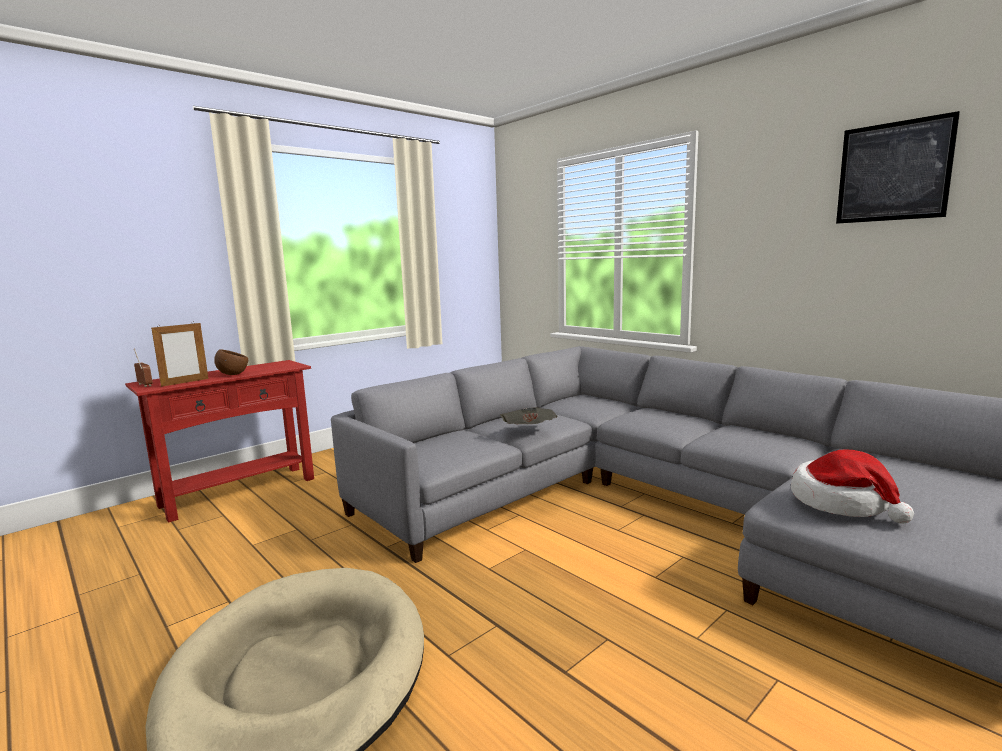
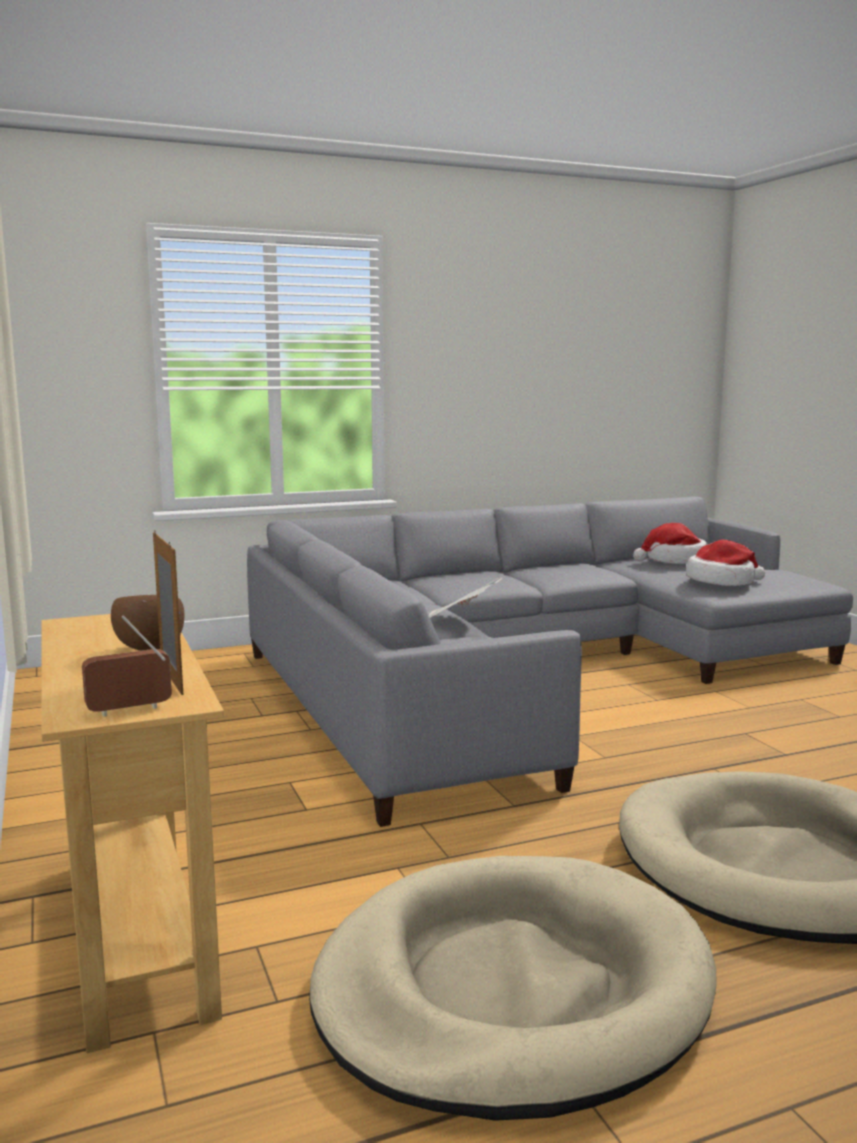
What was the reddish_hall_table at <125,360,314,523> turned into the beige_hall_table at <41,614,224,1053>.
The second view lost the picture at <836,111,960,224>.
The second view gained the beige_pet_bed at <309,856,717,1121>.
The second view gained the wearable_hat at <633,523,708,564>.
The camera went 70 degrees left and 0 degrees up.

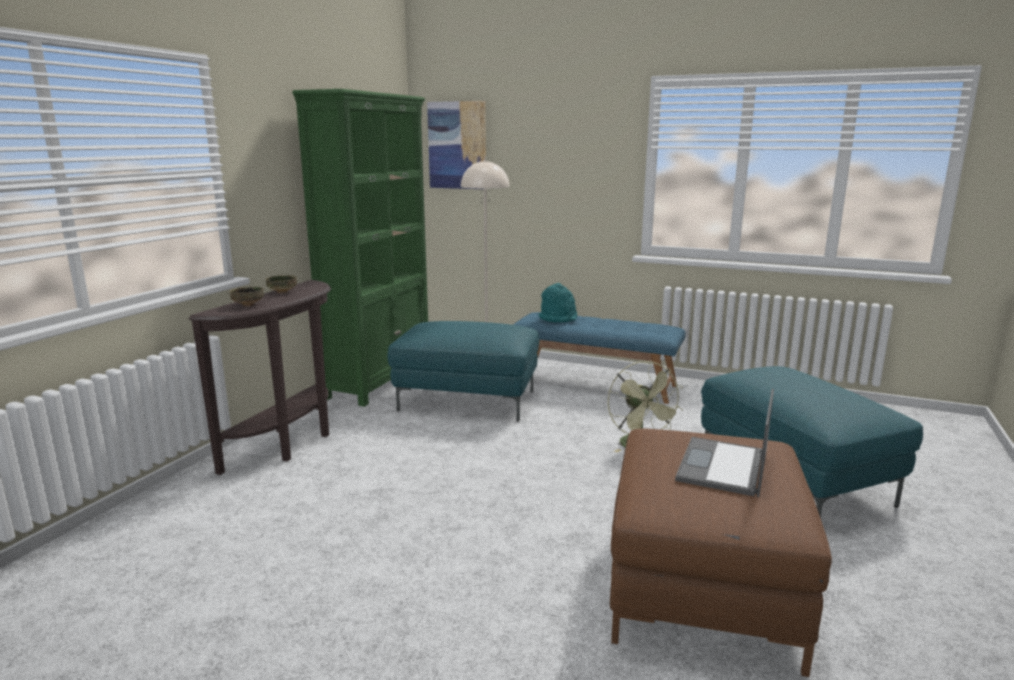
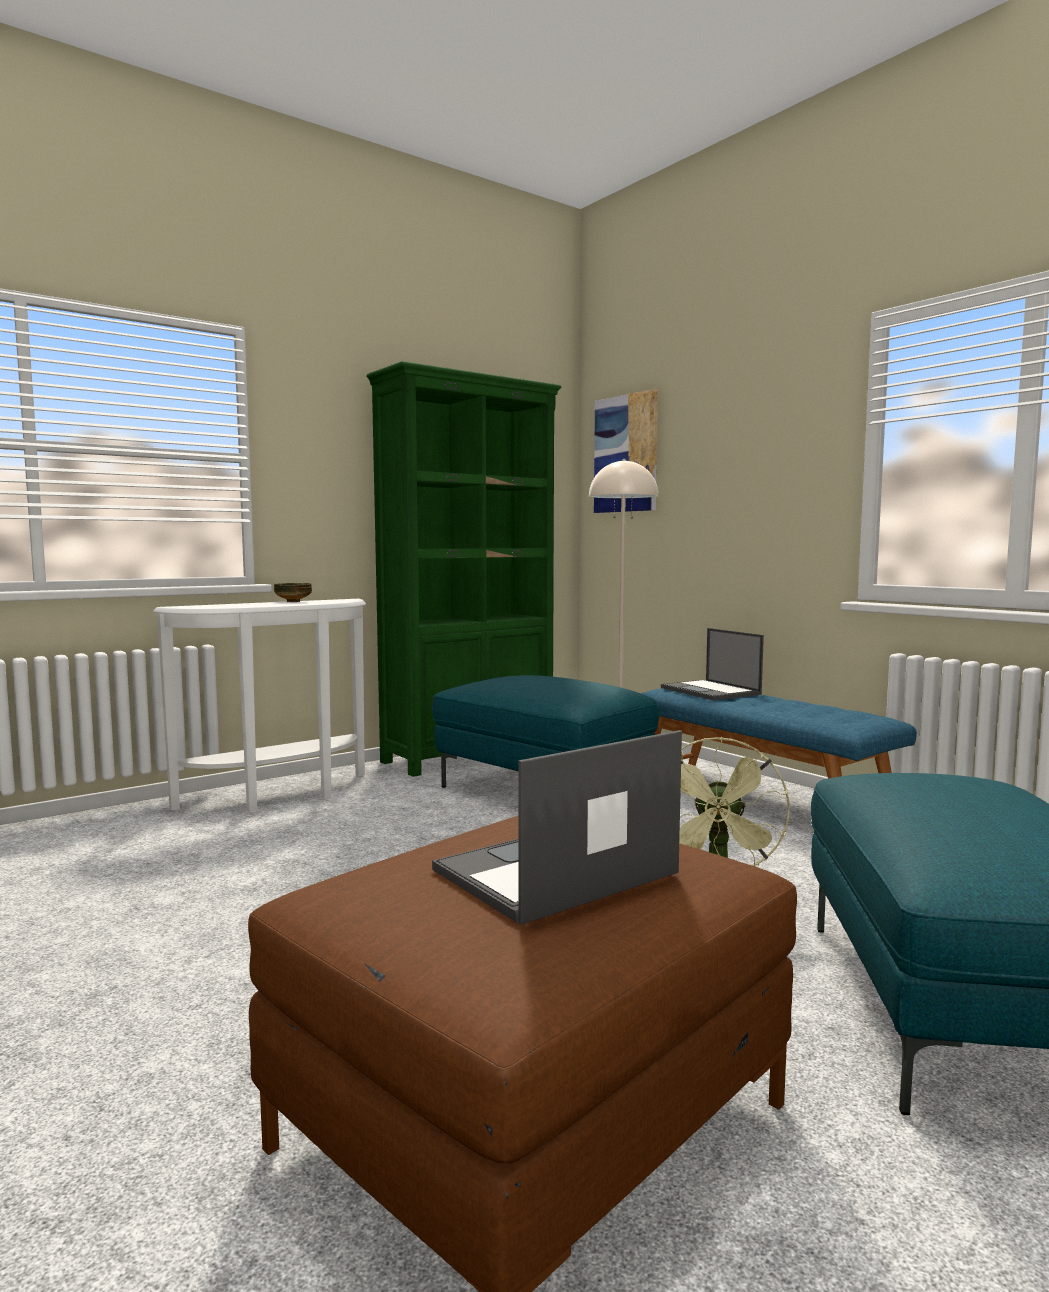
What was the brown_hall_table at <189,280,331,475> turned into the white_hall_table at <153,599,366,812>.
The second view lost the deep_dish at <230,286,264,306>.
Where the turquoise-coloured_wearable_hat stood at <538,283,577,323>, the laptop came to stand at <661,628,764,701>.
The camera went 30 degrees right and 10 degrees down.

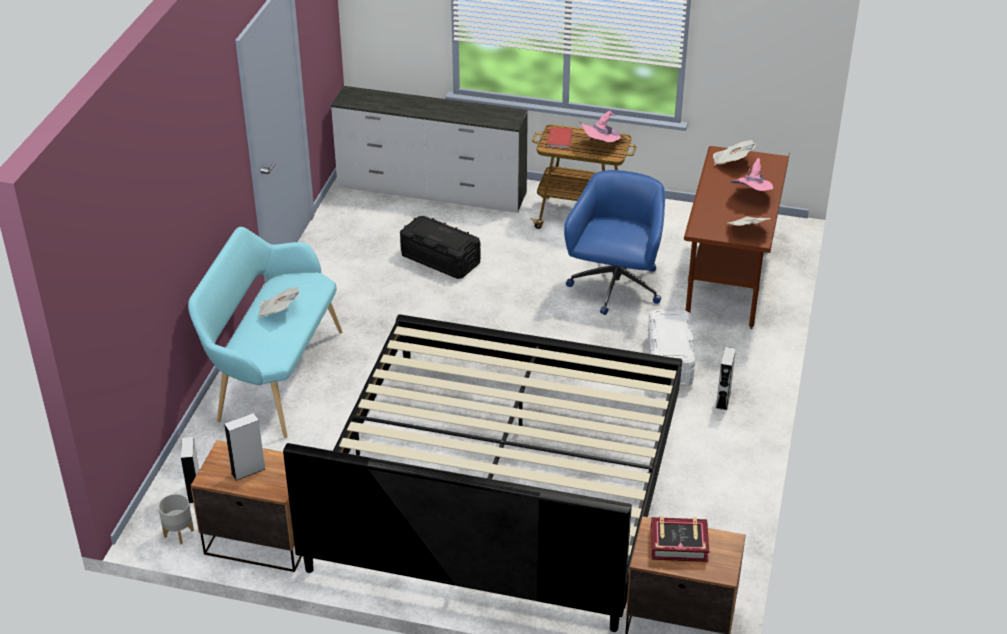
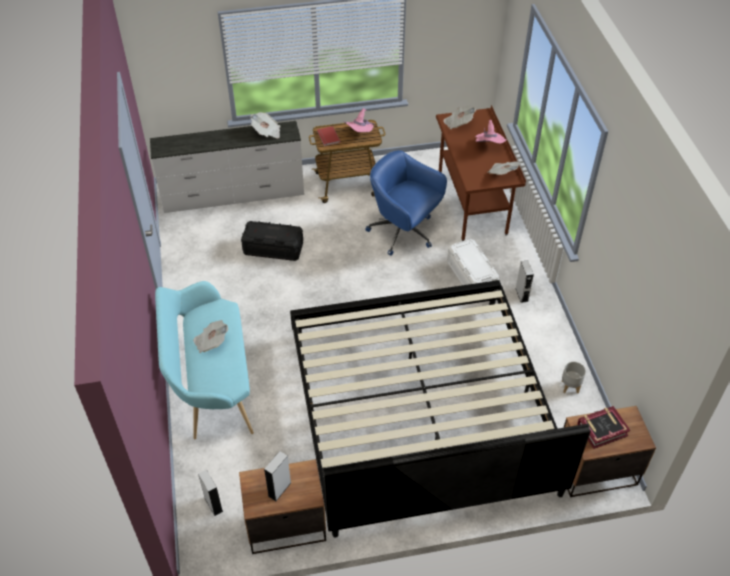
The grey_flower_pot ended up elsewhere, having gone from <158,494,194,544> to <562,362,586,393>.
The bluish_computer_chair at <564,170,665,315> ended up facing another way, 45 degrees counterclockwise from before.
The second view gained the daily_paper at <250,112,280,139>.
The camera went 25 degrees left and 10 degrees up.

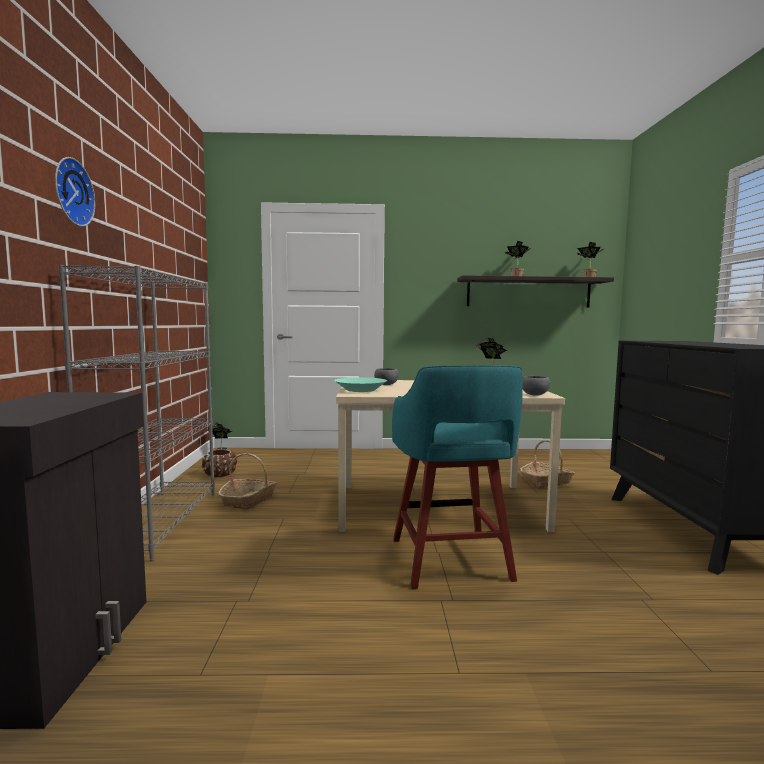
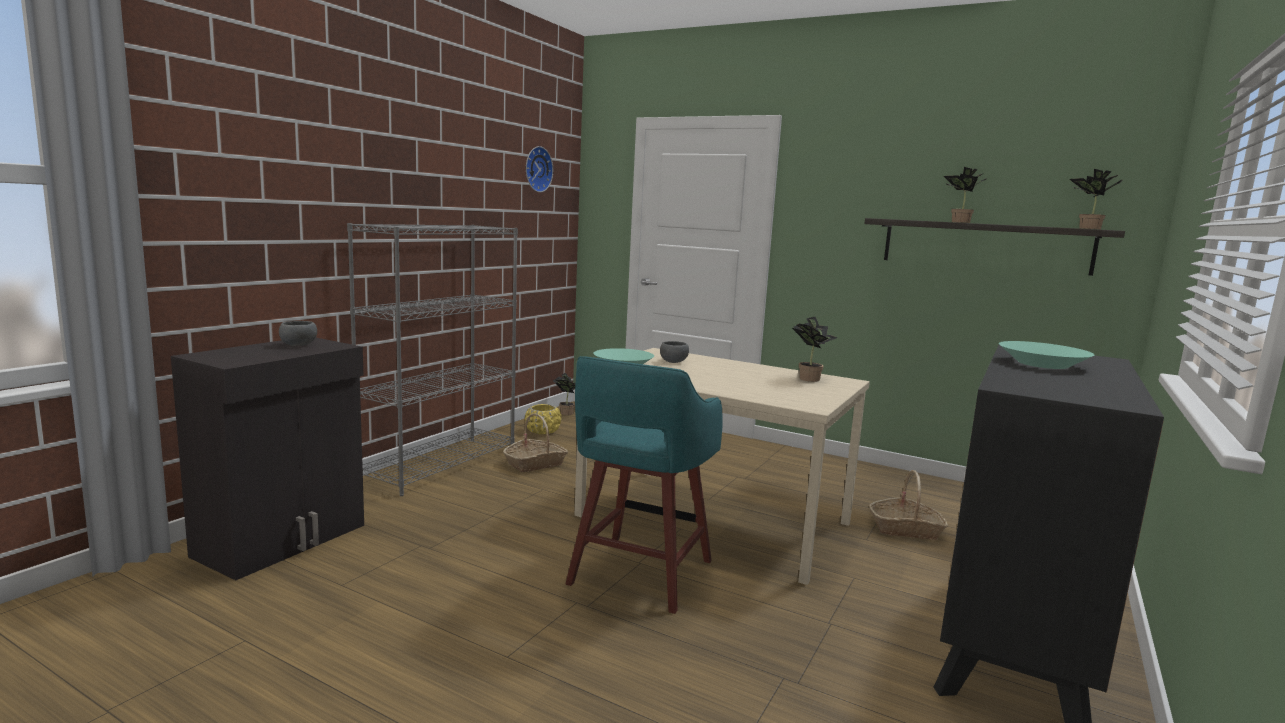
The hanging_clock ended up elsewhere, having gone from <55,157,95,226> to <526,146,553,192>.
What was the brown_flower_pot at <202,449,237,477> turned into the yellow-coloured_flower_pot at <525,404,562,434>.
The grey_deep_dish ended up elsewhere, having gone from <522,376,550,395> to <279,321,317,346>.
The second view gained the turquoise-coloured_deep_dish at <999,341,1094,369>.
The camera went 30 degrees right and 5 degrees up.

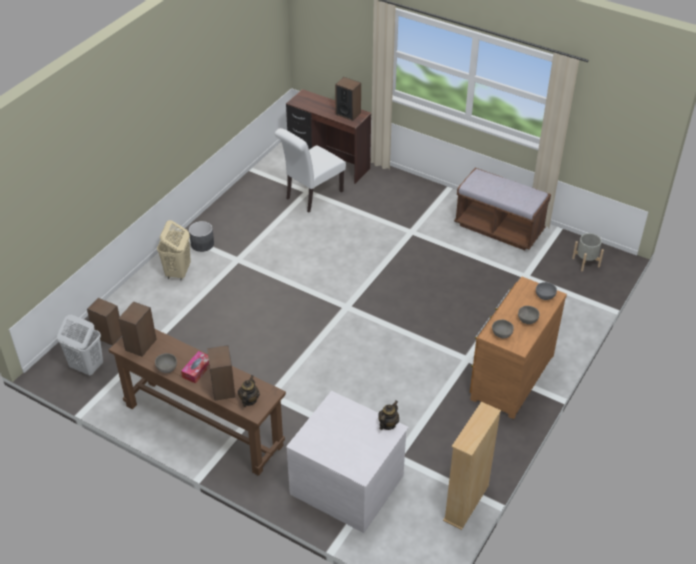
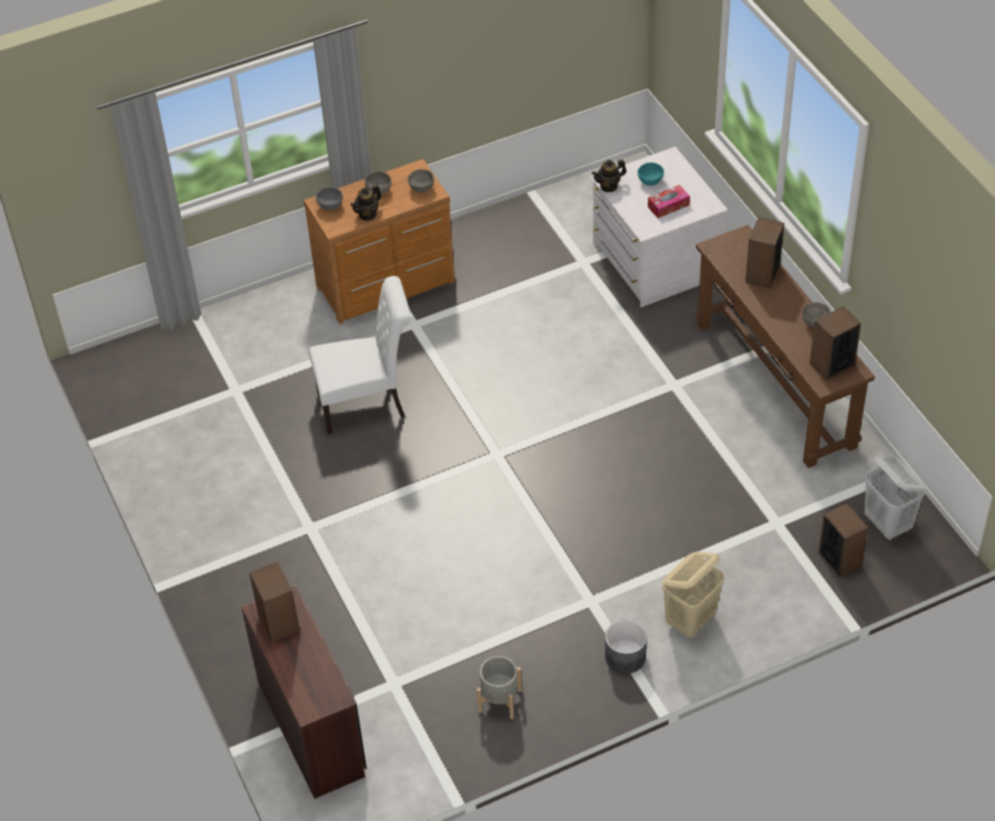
The tissue_box ended up elsewhere, having gone from <181,351,210,384> to <648,185,690,218>.
The pot_for_tea ended up elsewhere, having gone from <238,375,260,407> to <350,185,382,221>.
The white_upright_chair ended up elsewhere, having gone from <275,128,346,213> to <308,276,412,434>.
The second view lost the beige_bookshelf at <443,402,501,530>.
The second view lost the brown_bench at <454,168,551,250>.
The grey_flower_pot ended up elsewhere, having gone from <572,233,604,271> to <477,656,522,719>.
The second view gained the turquoise-coloured_deep_dish at <638,162,664,186>.
The camera went 145 degrees left and 5 degrees up.

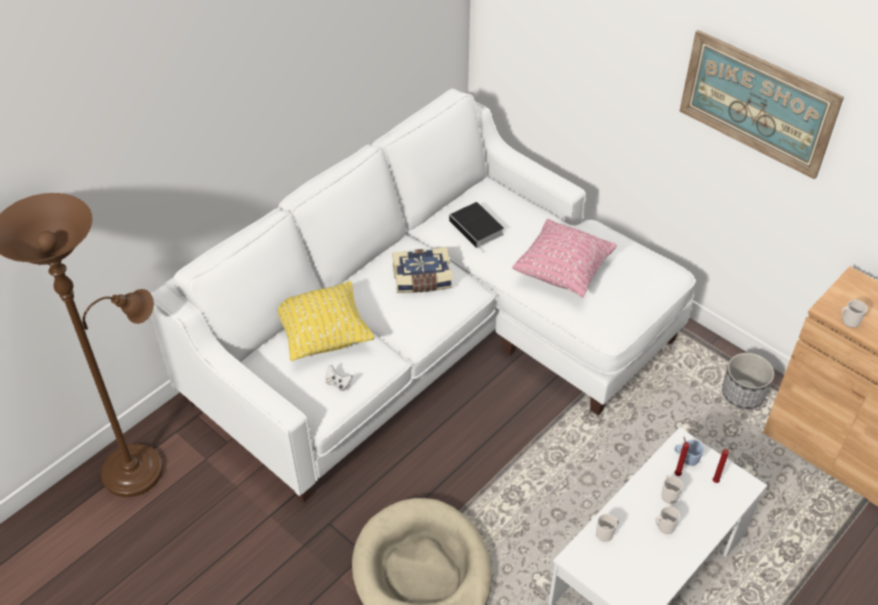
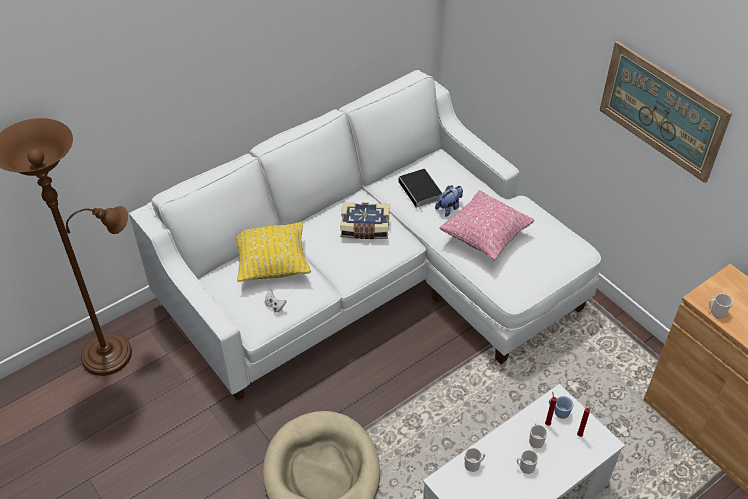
The second view lost the flower_pot at <722,353,774,409>.
The second view gained the soft_toy at <435,186,463,217>.
The camera went 10 degrees right and 0 degrees up.

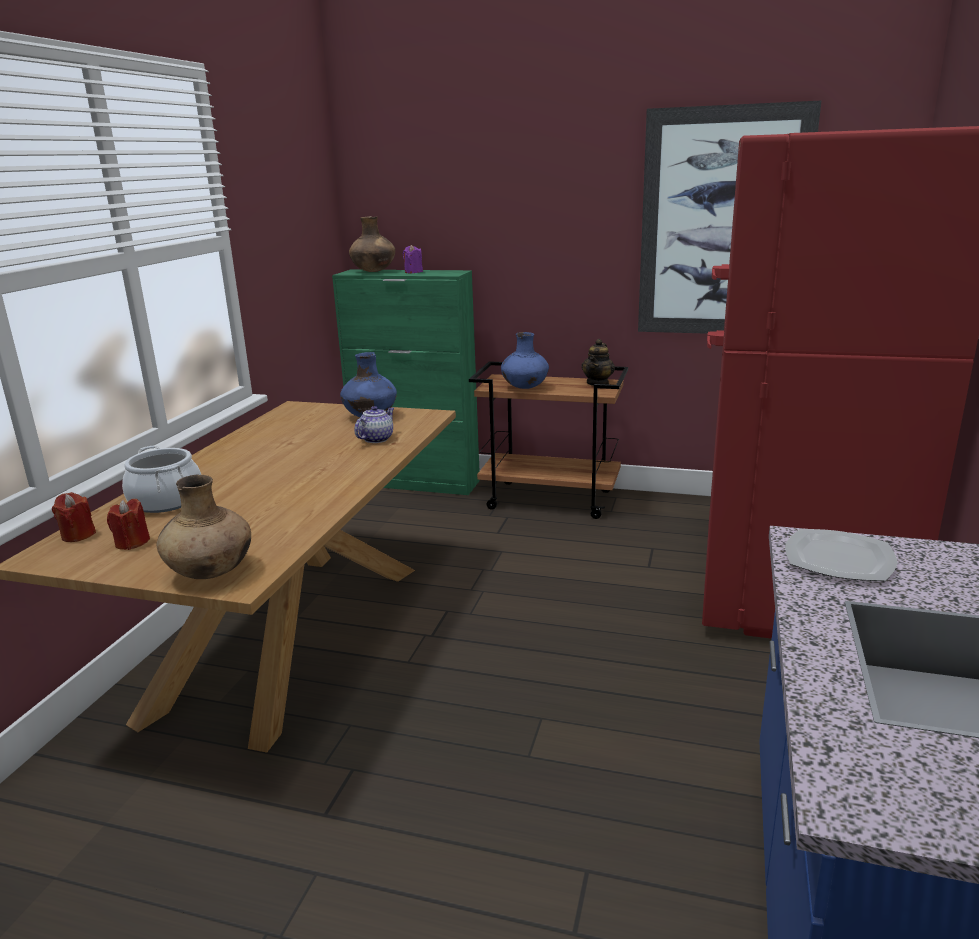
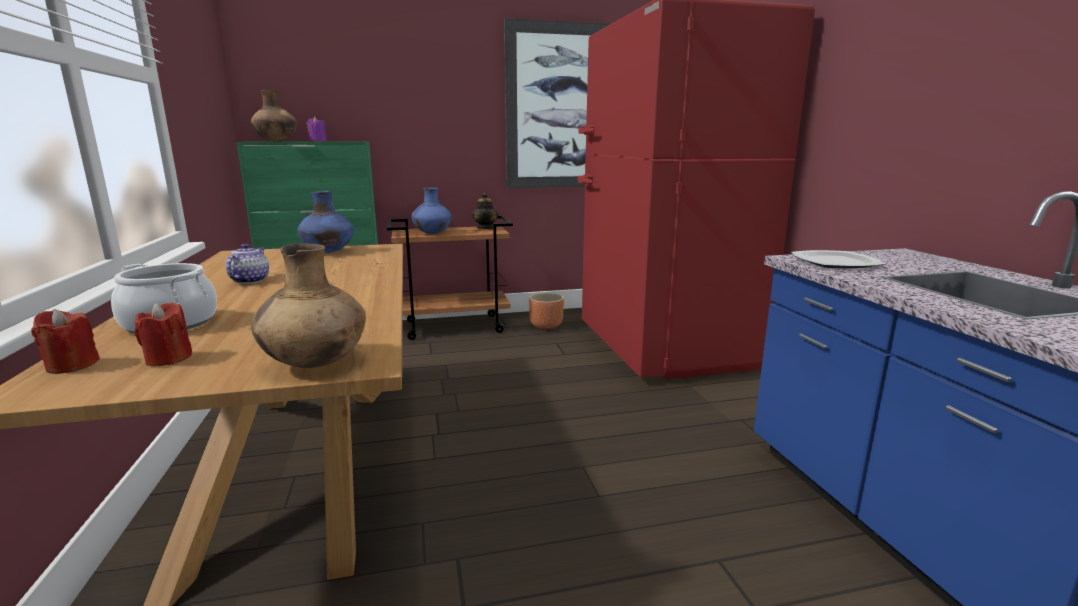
The pot_for_tea ended up elsewhere, having gone from <354,406,394,443> to <225,244,269,284>.
The second view gained the brown_flower_pot at <529,293,564,329>.
The camera went 30 degrees left and 5 degrees down.

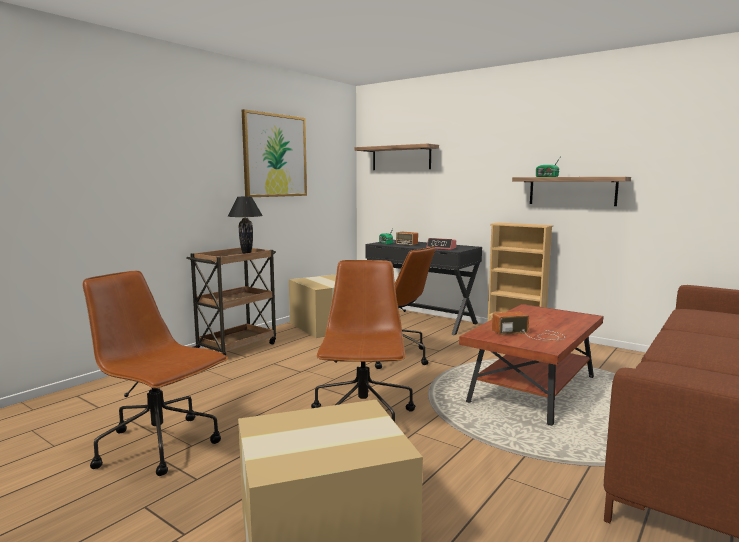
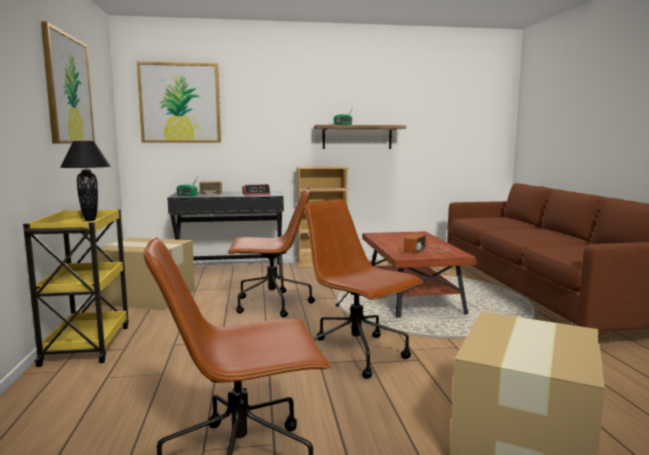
What was the brown_cart at <187,247,276,356> turned into the yellow-coloured_cart at <23,209,129,367>.
Where the wall_shelf hung at <354,144,439,170>, the picture came to hang at <137,62,221,142>.
The camera went 45 degrees left and 0 degrees up.

